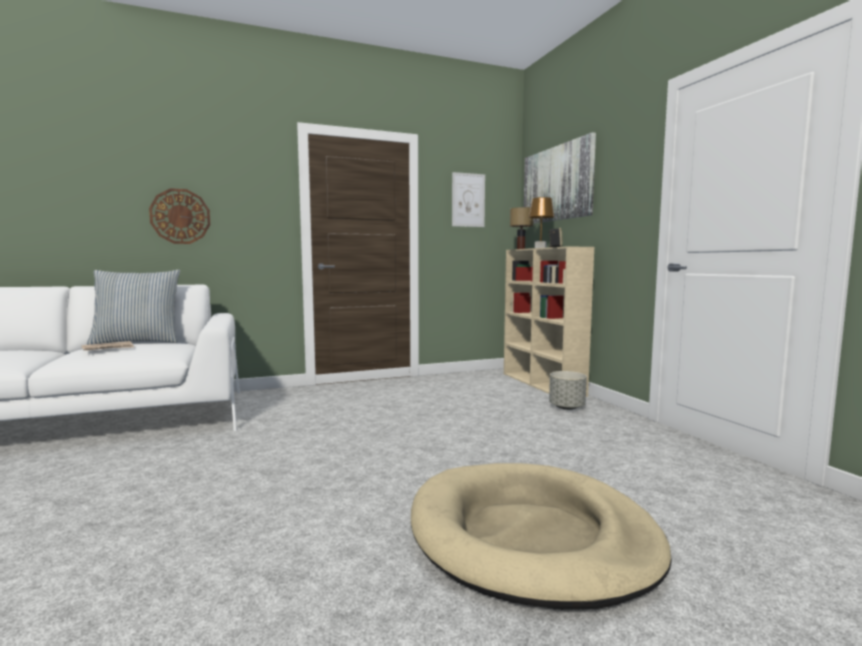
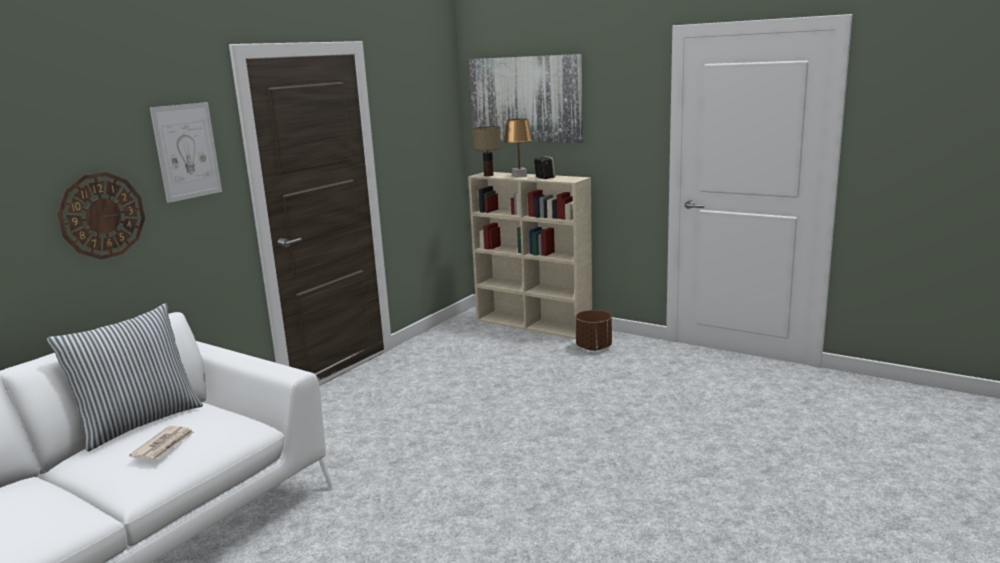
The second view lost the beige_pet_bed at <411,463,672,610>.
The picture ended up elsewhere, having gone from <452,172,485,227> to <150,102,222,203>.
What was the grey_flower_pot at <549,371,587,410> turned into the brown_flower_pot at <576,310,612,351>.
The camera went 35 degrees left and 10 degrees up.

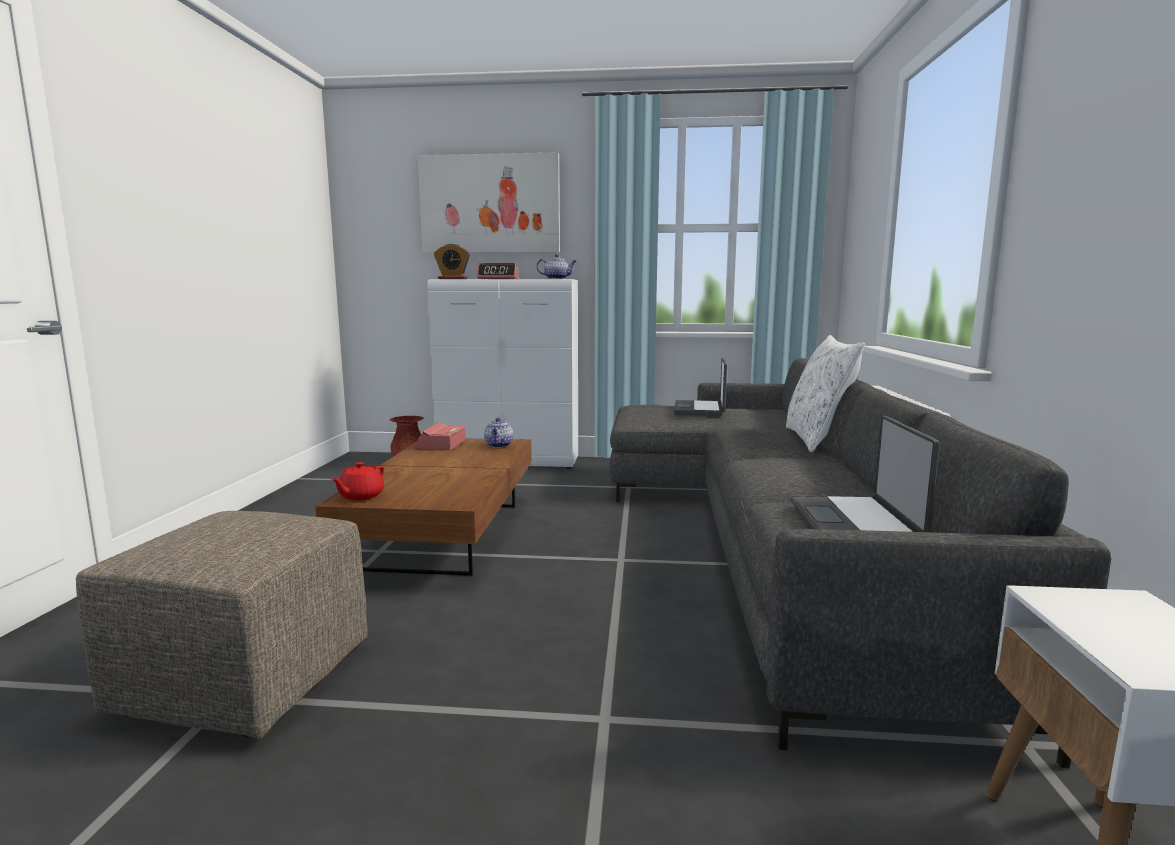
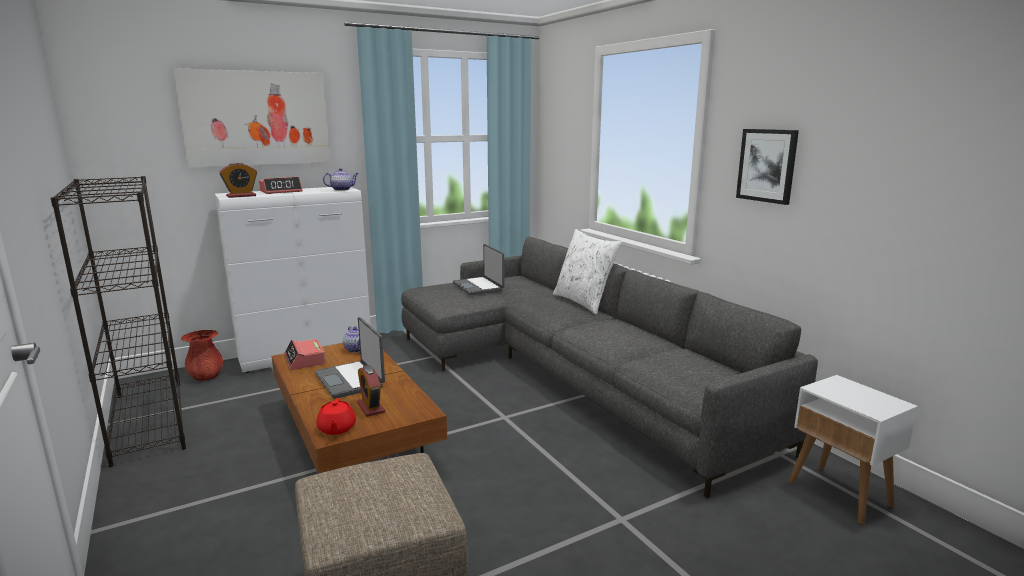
The laptop ended up elsewhere, having gone from <790,416,940,532> to <314,317,385,399>.
The second view gained the blackish_bookshelf at <51,176,186,467>.
The second view gained the table_clock at <357,365,385,417>.
The second view gained the picture at <736,129,799,205>.
The camera went 35 degrees left and 5 degrees up.

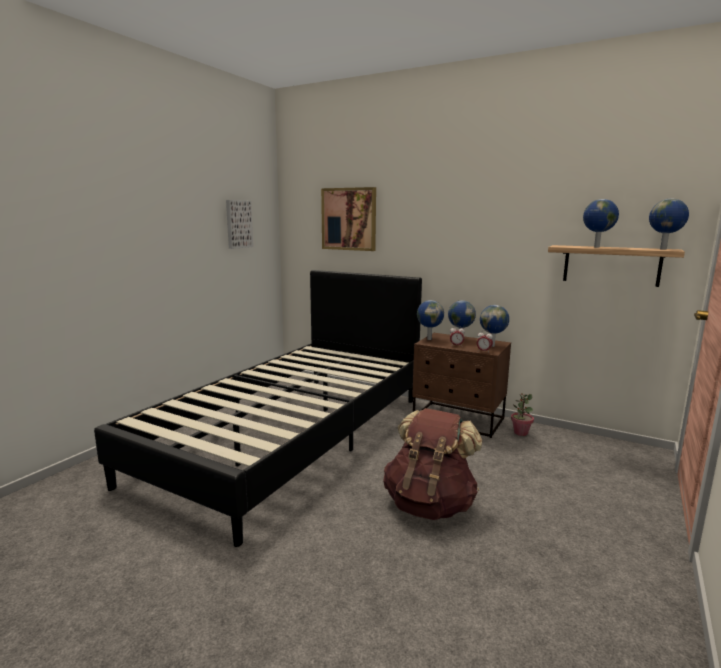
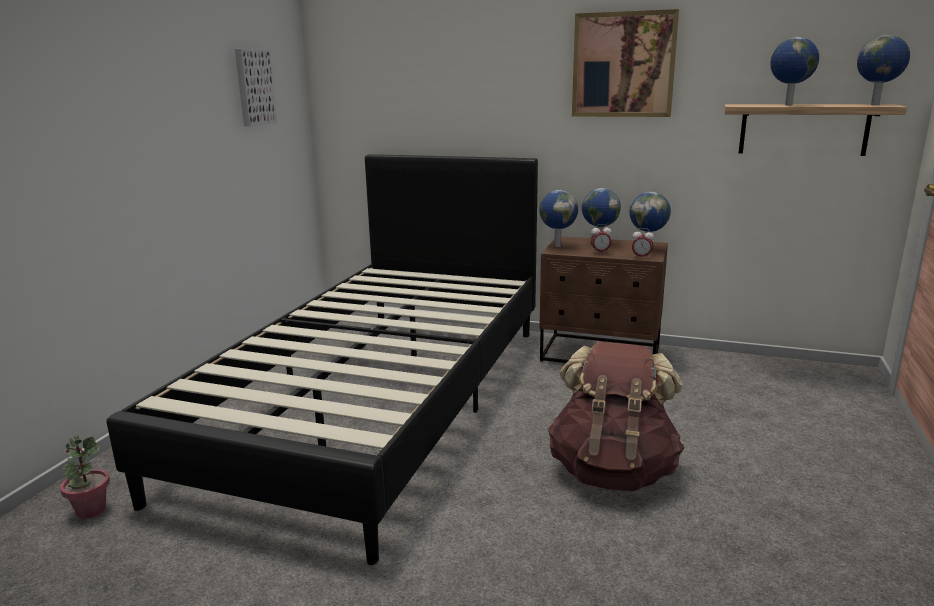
The picture ended up elsewhere, having gone from <321,187,376,251> to <572,9,679,117>.
The plant_in_a_pot ended up elsewhere, having gone from <511,393,534,436> to <60,435,110,519>.
The camera went 10 degrees left and 5 degrees up.

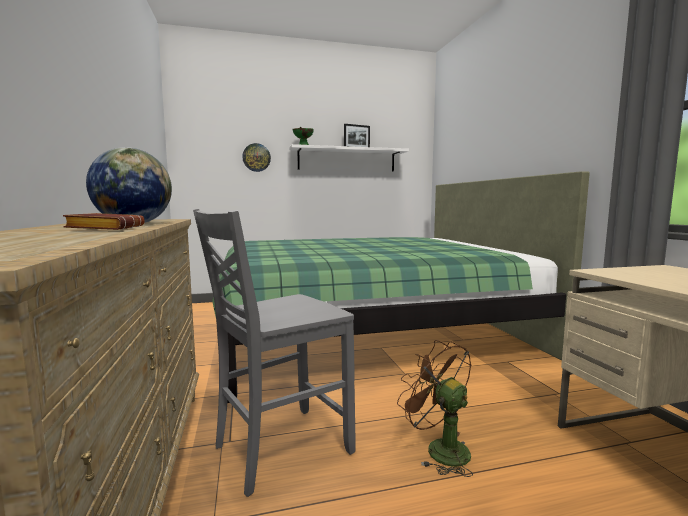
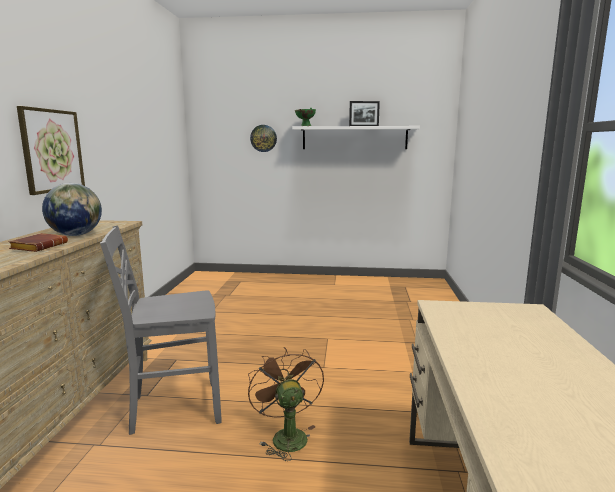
The second view lost the green_bedroom_bed at <212,171,590,403>.
The second view gained the picture at <17,106,85,195>.
The camera went 20 degrees right and 5 degrees up.

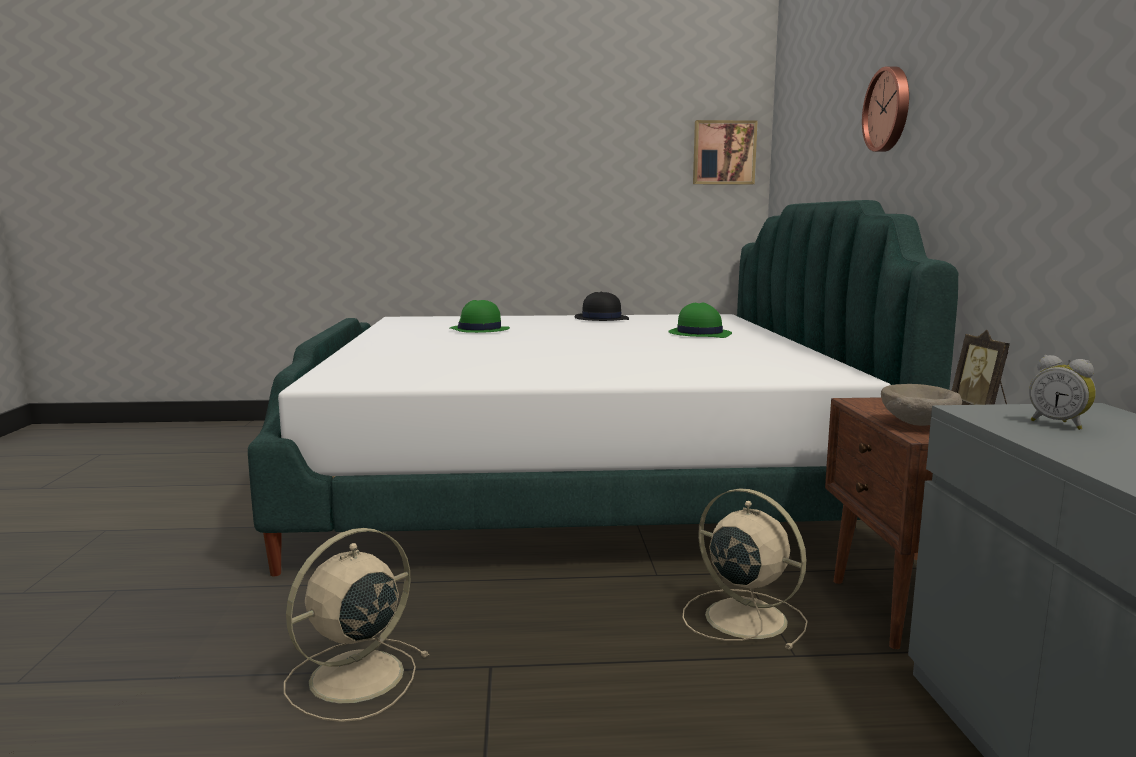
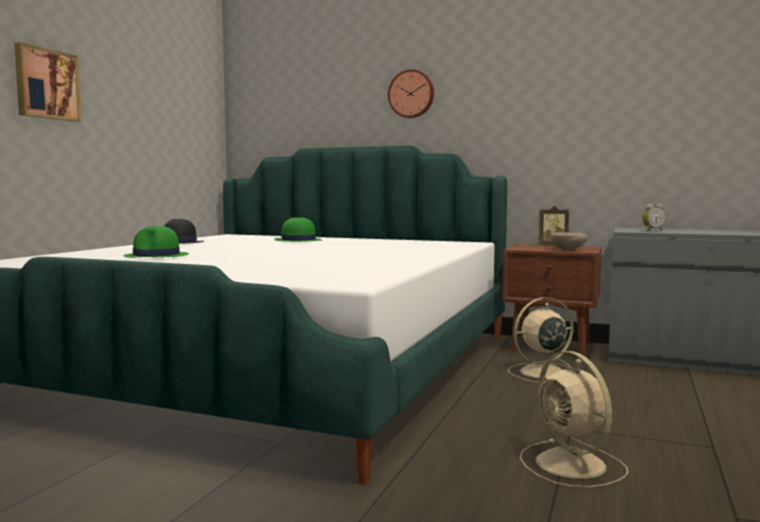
The picture ended up elsewhere, having gone from <693,120,758,185> to <14,42,82,122>.
The camera went 65 degrees left and 5 degrees down.

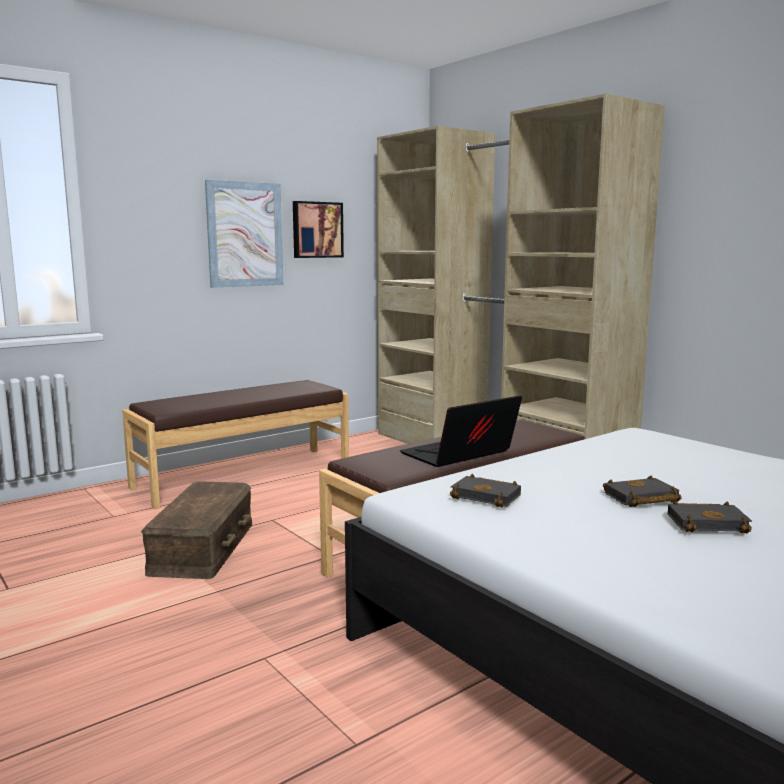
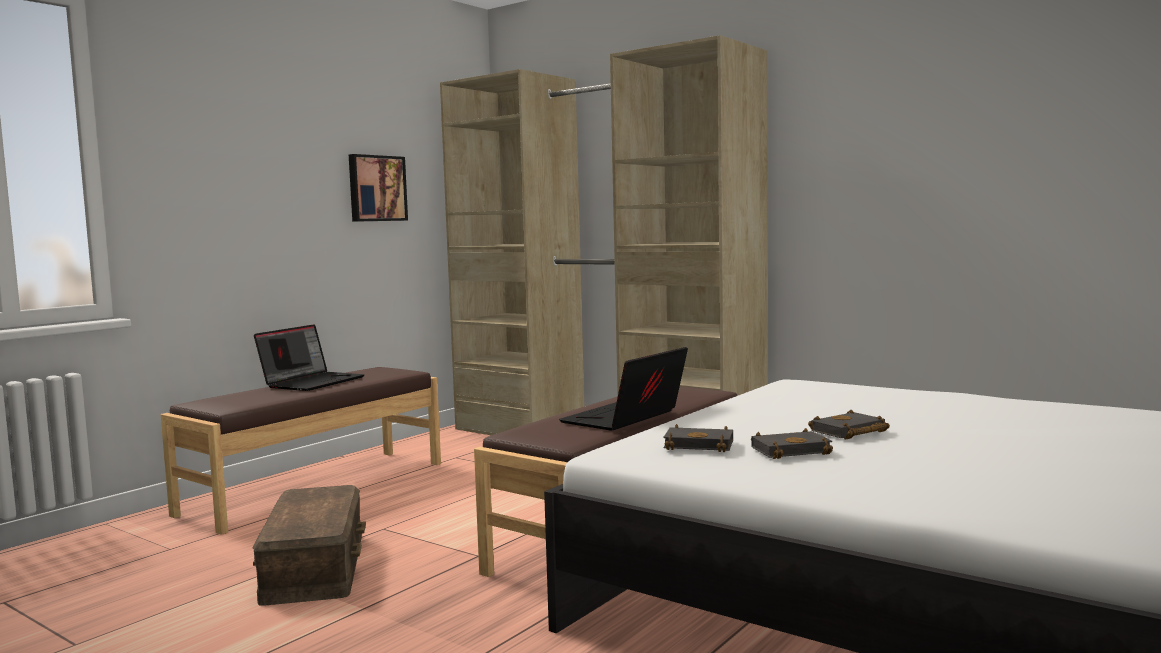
The second view lost the picture at <205,180,283,288>.
The blackish_volume ended up elsewhere, having gone from <668,501,752,533> to <751,428,833,459>.
The second view gained the laptop at <254,324,365,391>.
The camera went 15 degrees left and 5 degrees down.

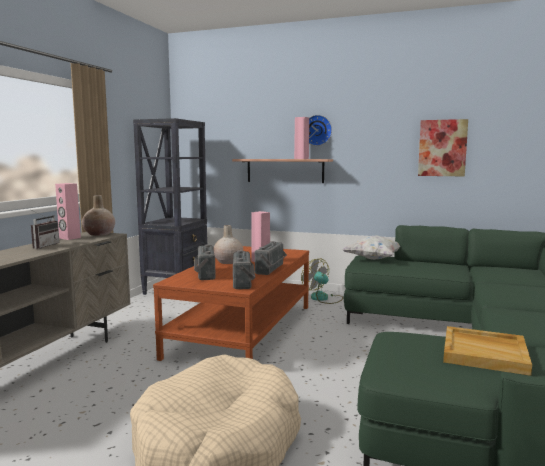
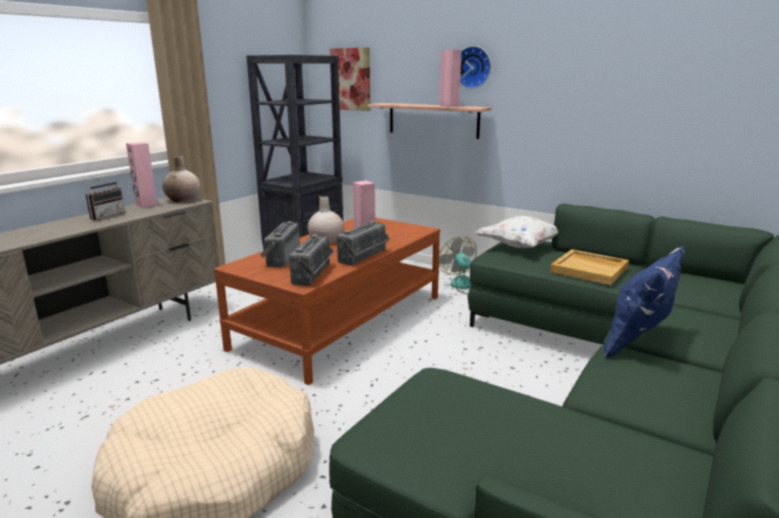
The picture ended up elsewhere, having gone from <418,119,468,176> to <330,48,370,111>.
The beige_carrying_tray ended up elsewhere, having gone from <443,326,532,376> to <550,249,629,285>.
The second view gained the bluish_throw_pillow at <604,246,685,358>.
The camera went 15 degrees right and 10 degrees up.

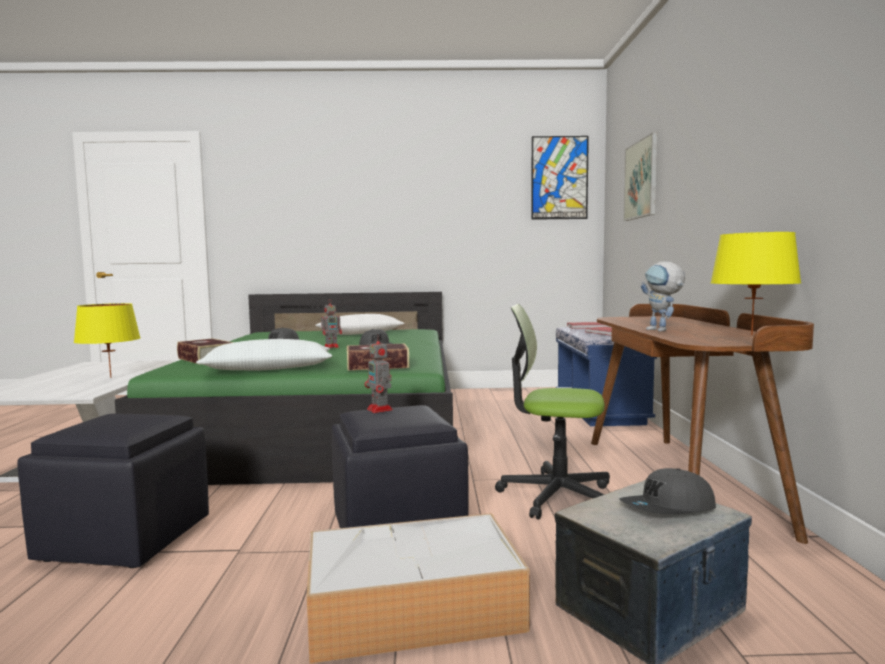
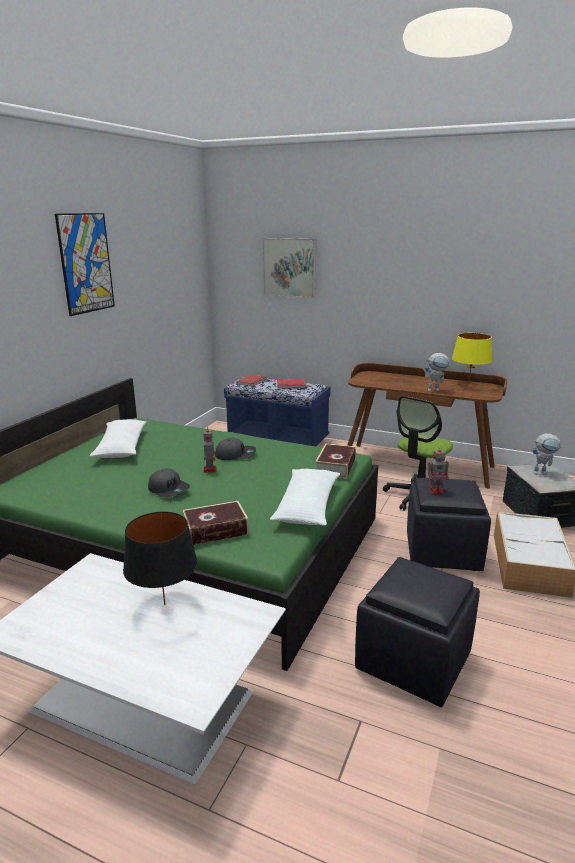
What was the yellow-coloured_table_lamp at <74,303,141,378> turned into the blackish_table_lamp at <123,512,198,605>.
The picture ended up elsewhere, having gone from <531,136,589,220> to <55,213,115,316>.
Where the grey_cap stood at <619,468,716,514>, the robot_figure came to stand at <533,433,562,475>.
The camera went 65 degrees left and 15 degrees up.

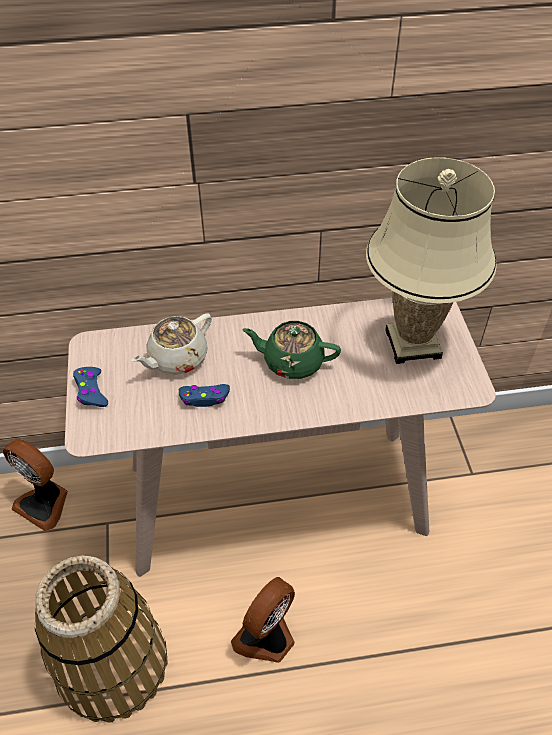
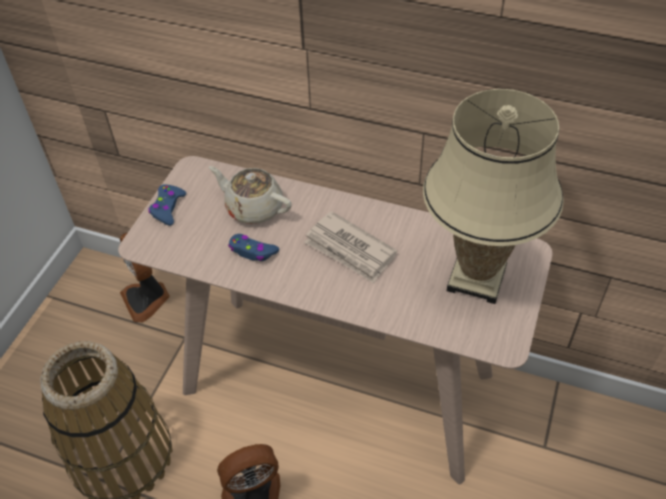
The beige_pot_for_tea at <132,313,212,375> ended up facing another way, 45 degrees clockwise from before.
Where the green_pot_for_tea stood at <242,321,341,379>, the daily_paper came to stand at <304,211,398,283>.
The camera went 30 degrees right and 0 degrees up.

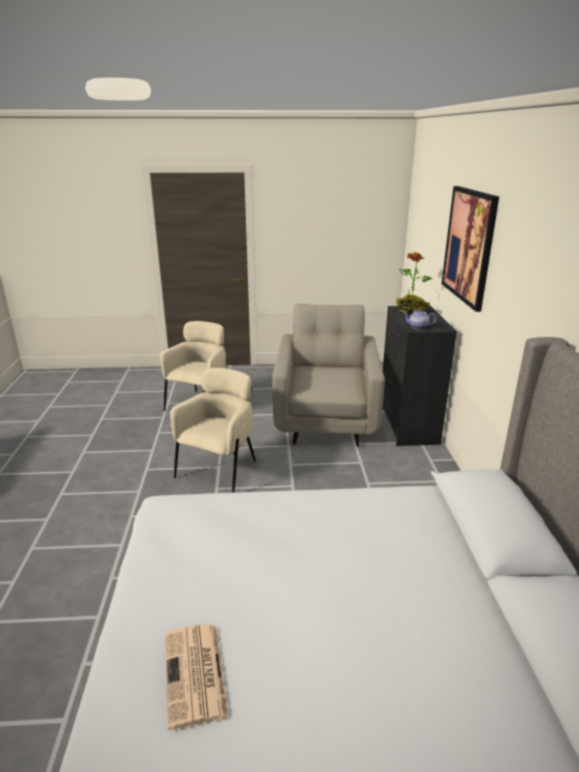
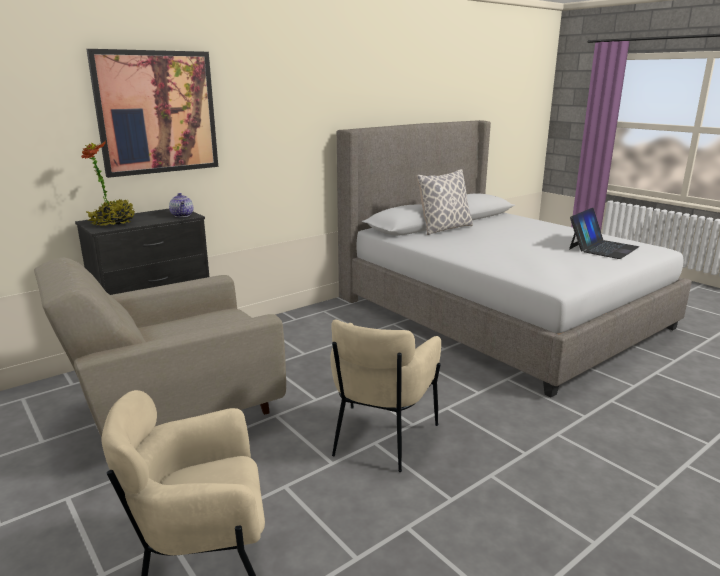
Where the daily_paper stood at <165,624,229,730>, the laptop came to stand at <569,208,639,259>.
The beige_easy_chair at <170,368,256,493> ended up facing another way, 60 degrees counterclockwise from before.
The second view gained the throw_pillow at <416,169,473,235>.
The camera went 125 degrees left and 5 degrees down.

